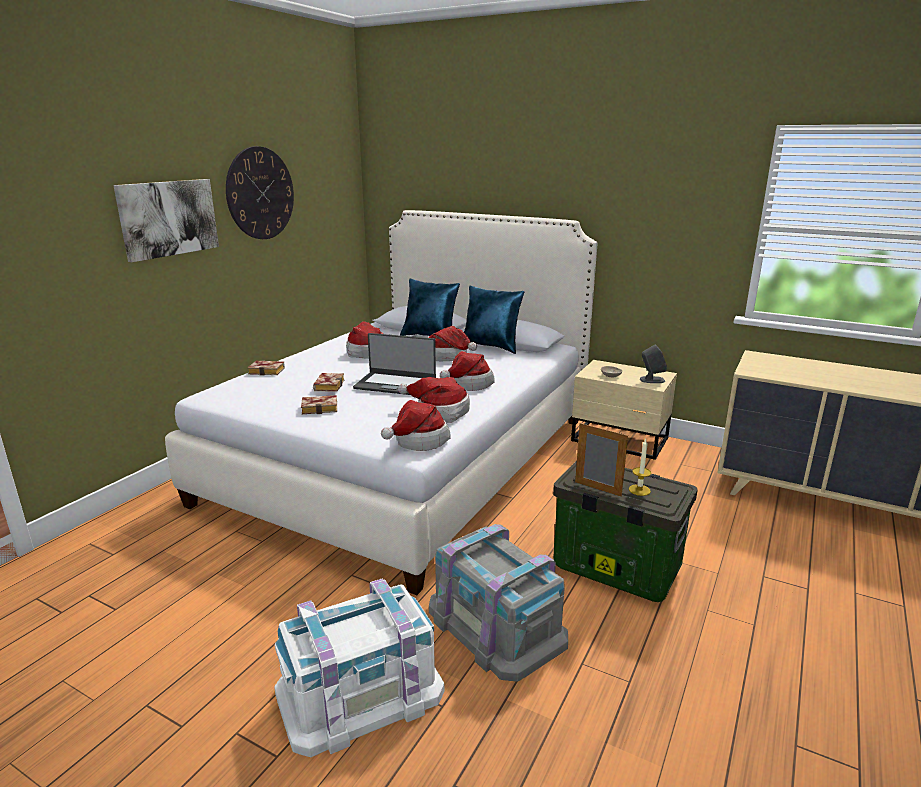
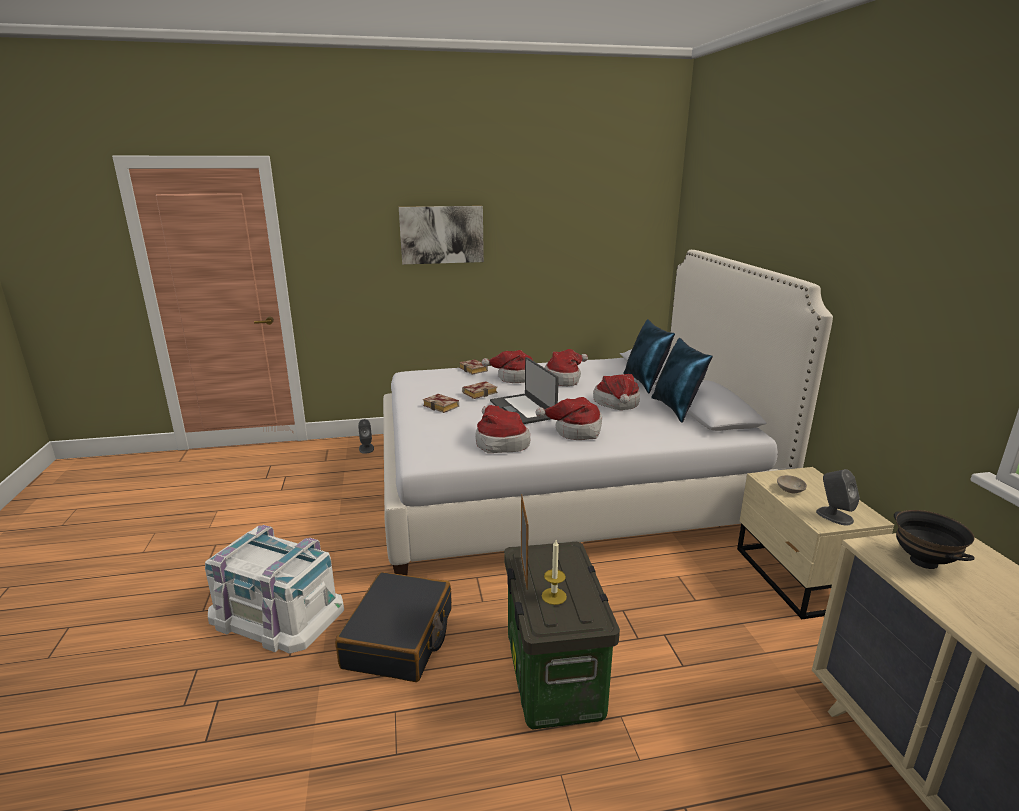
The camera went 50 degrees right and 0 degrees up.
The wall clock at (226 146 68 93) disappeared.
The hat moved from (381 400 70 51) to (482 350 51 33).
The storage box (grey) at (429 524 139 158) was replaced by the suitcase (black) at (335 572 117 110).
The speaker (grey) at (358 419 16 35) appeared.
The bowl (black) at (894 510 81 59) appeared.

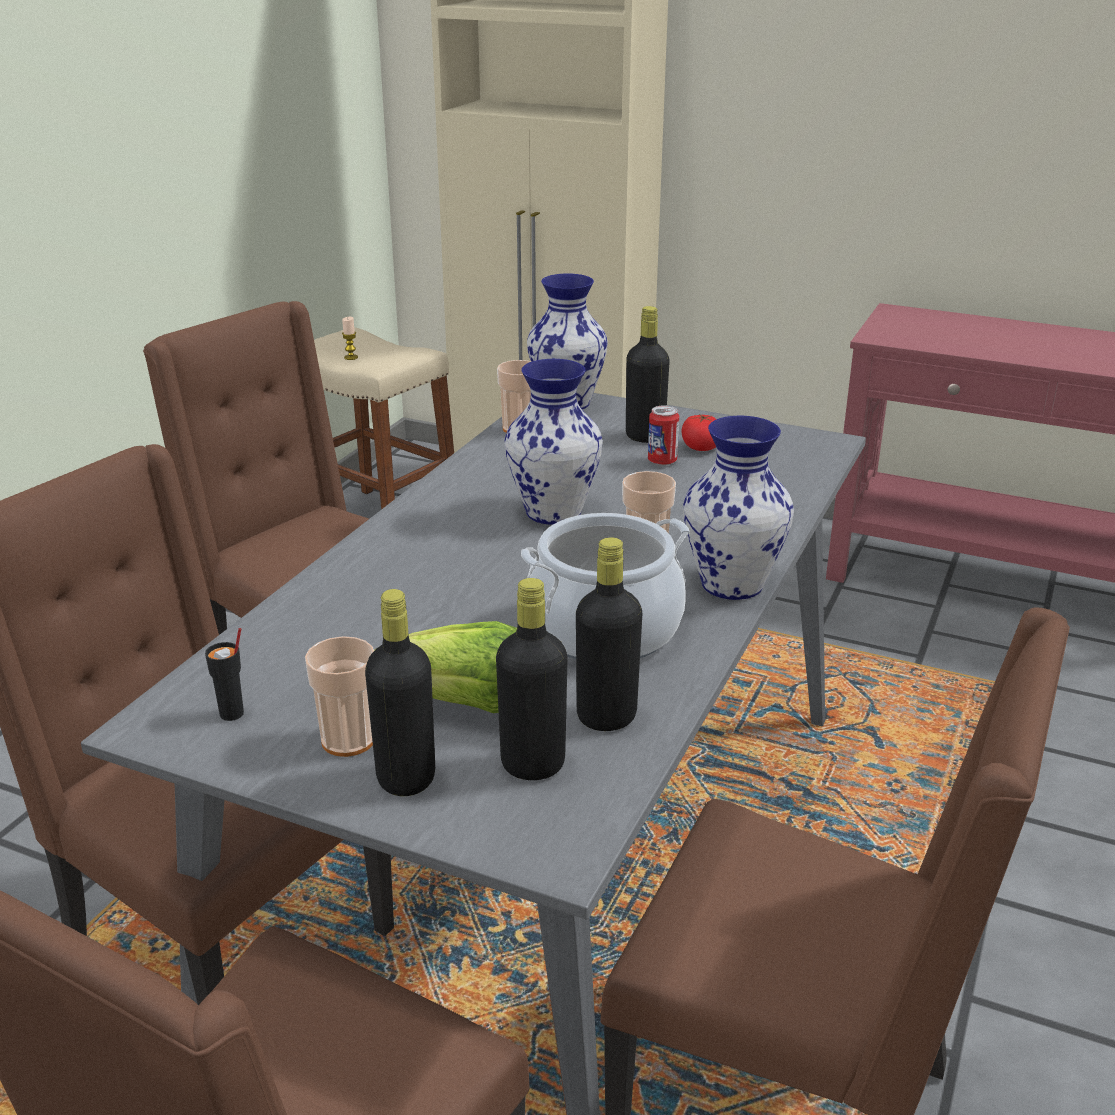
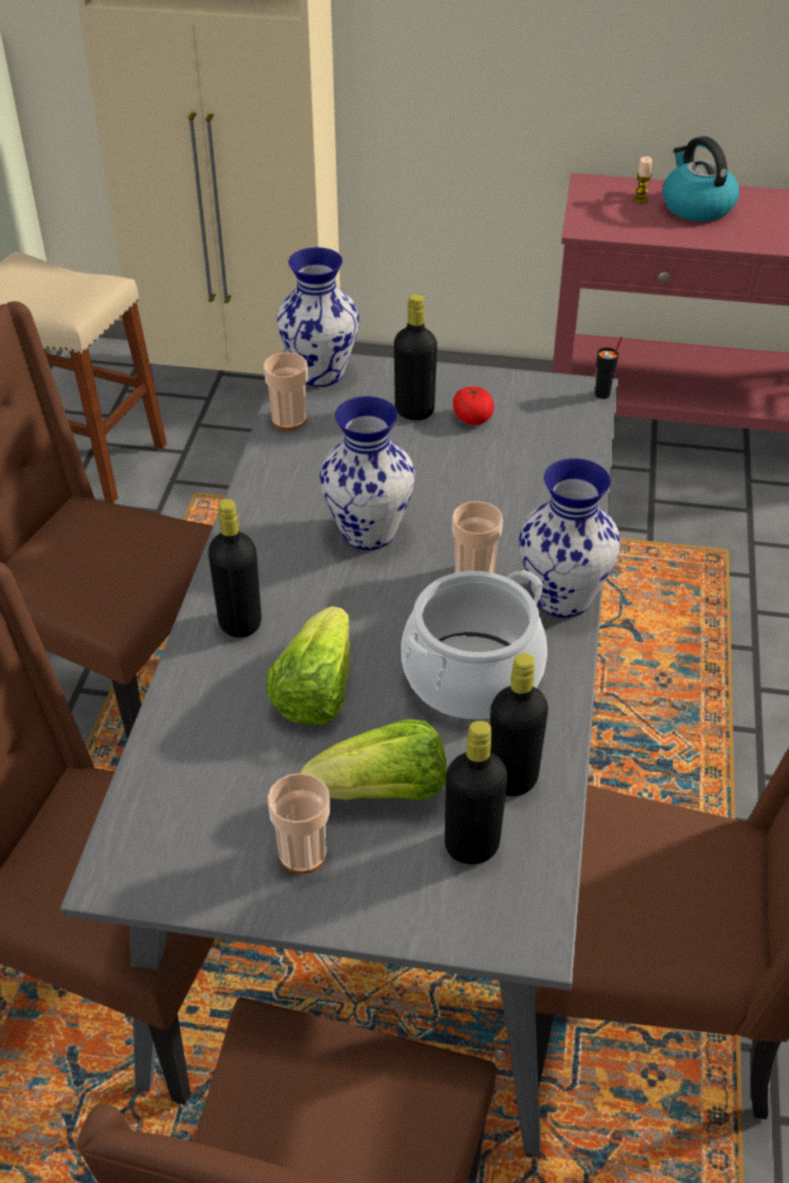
The camera went 15 degrees left and 15 degrees up.
The cup (black) moved from (205 628 39 93) to (595 337 27 62).
The candle moved from (342 317 16 43) to (634 156 18 47).
The bottle (black) moved from (365 589 70 207) to (208 499 53 139).
The can at (648 406 31 60) disappeared.
The lettuce at (266 606 84 119) appeared.
The kettle at (663 136 76 86) appeared.

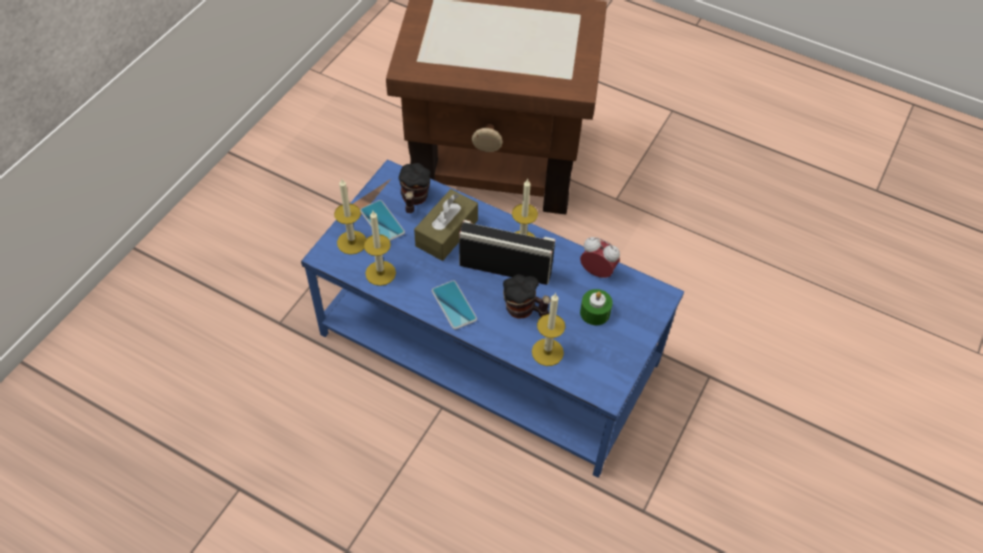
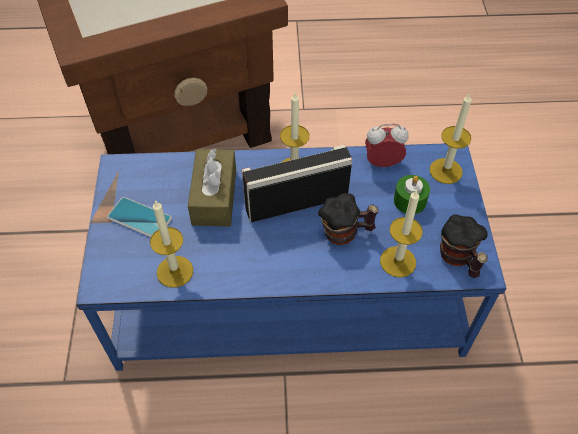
The camera went 30 degrees left and 0 degrees up.
The candle moved from (334 179 32 76) to (430 93 42 91).
The mug moved from (398 163 33 50) to (440 215 48 63).
The phone at (432 280 45 49) disappeared.

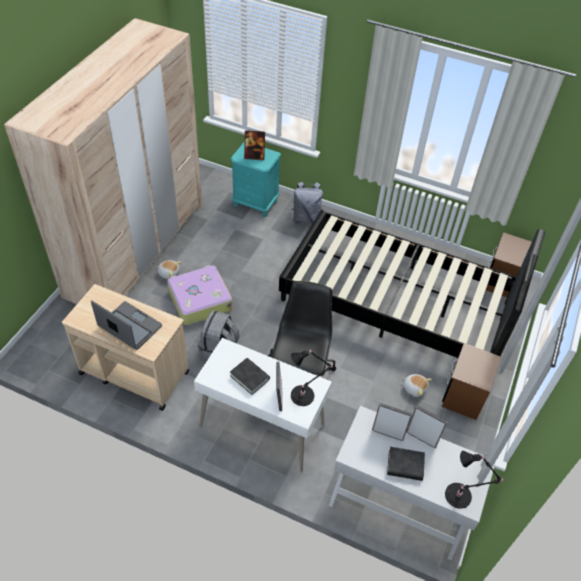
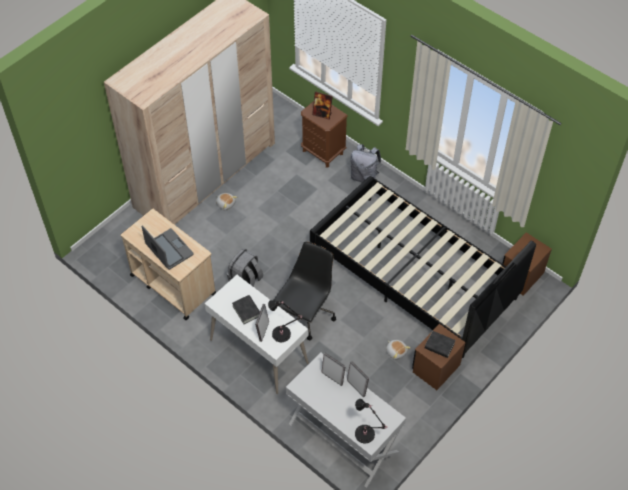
The camera went 20 degrees right and 5 degrees up.
The suitcase at (167 265 65 60) disappeared.
The nightstand (turquoise) at (231 142 50 75) became the nightstand (brown) at (301 101 47 66).
The book (black) moved from (387 447 38 34) to (425 331 31 27).

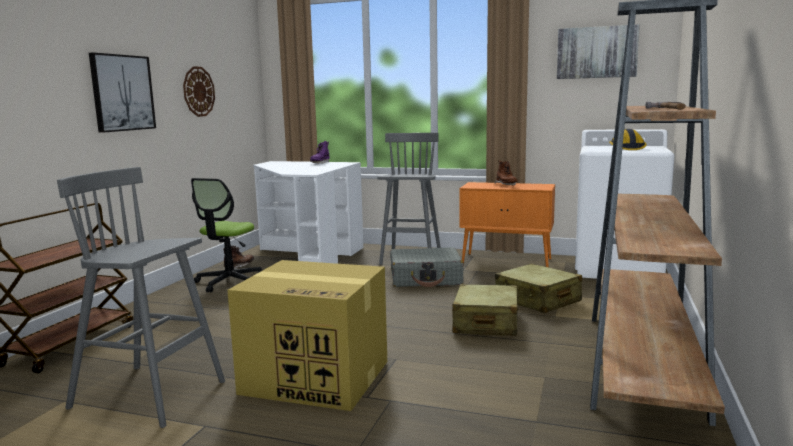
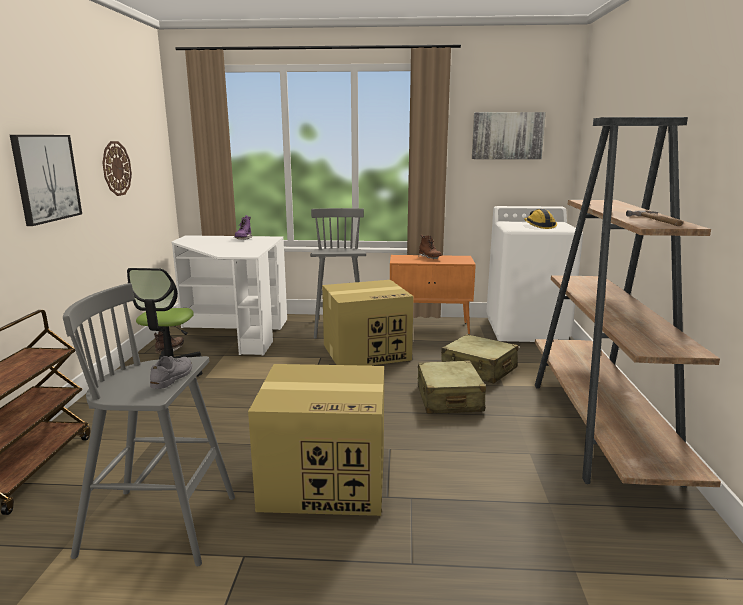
The camera went 15 degrees left and 5 degrees up.
The suitcase (grey) at (390 247 73 40) was replaced by the cardboard box at (322 280 92 86).
The shoe (grey) at (150 356 42 33) appeared.

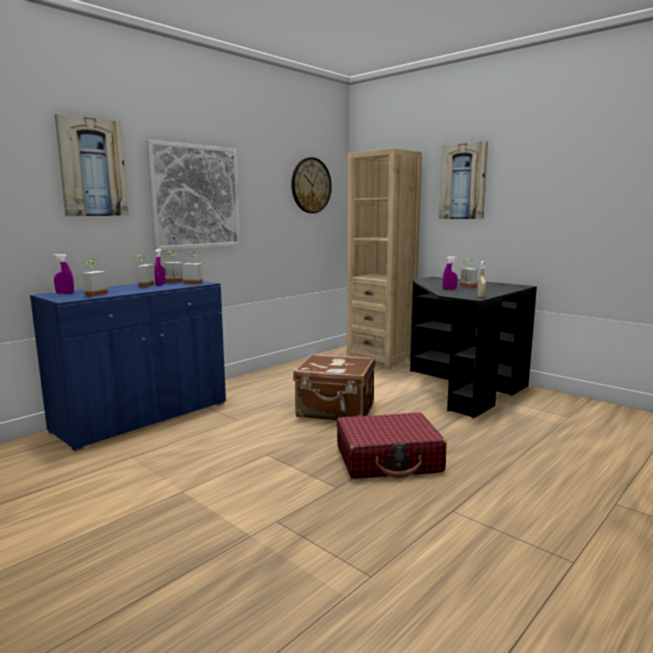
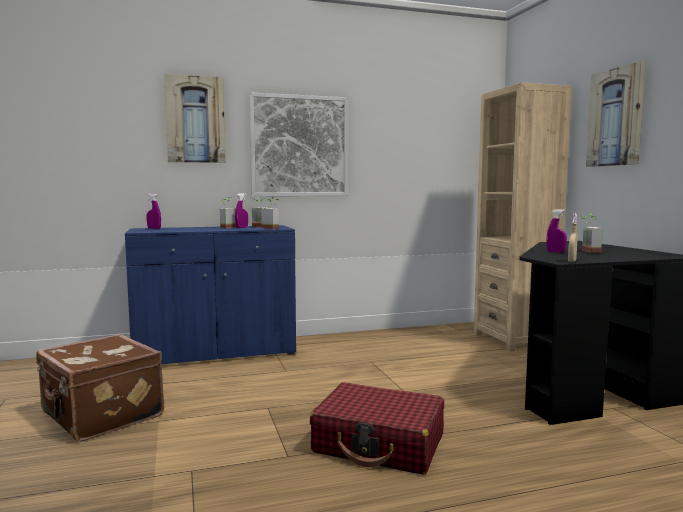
The camera went 30 degrees right and 5 degrees down.
The potted plant at (83 258 25 39) disappeared.
The wall clock at (291 157 41 56) disappeared.
The suitcase (brown) moved from (293 353 82 67) to (36 334 128 108).

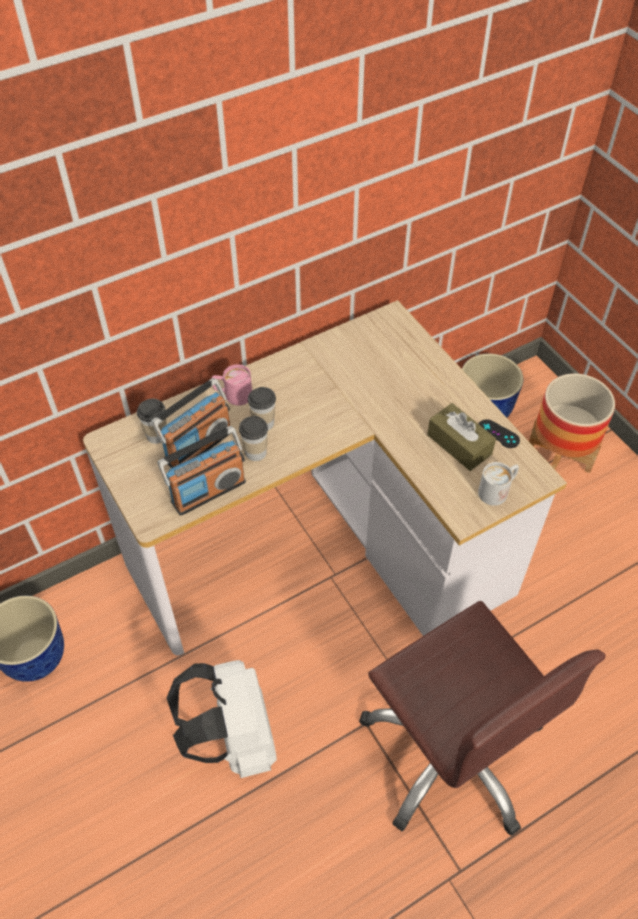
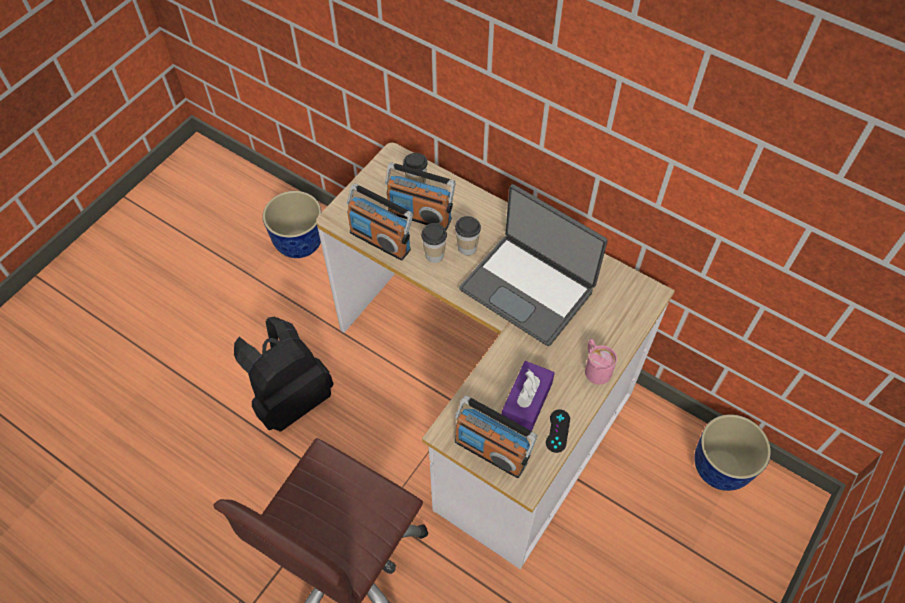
The camera went 65 degrees right and 5 degrees up.
The backpack (white) at (167 660 110 118) became the backpack (black) at (234 316 100 116).
The mug (pink) moved from (212 364 40 42) to (585 339 32 46).
The tissue box (brown) at (427 403 69 68) became the tissue box (purple) at (502 361 53 70).
The mug (white) at (478 462 41 44) was replaced by the radio at (455 396 82 82).
The planter at (529 373 86 100) disappeared.
The laptop at (459 184 149 162) appeared.

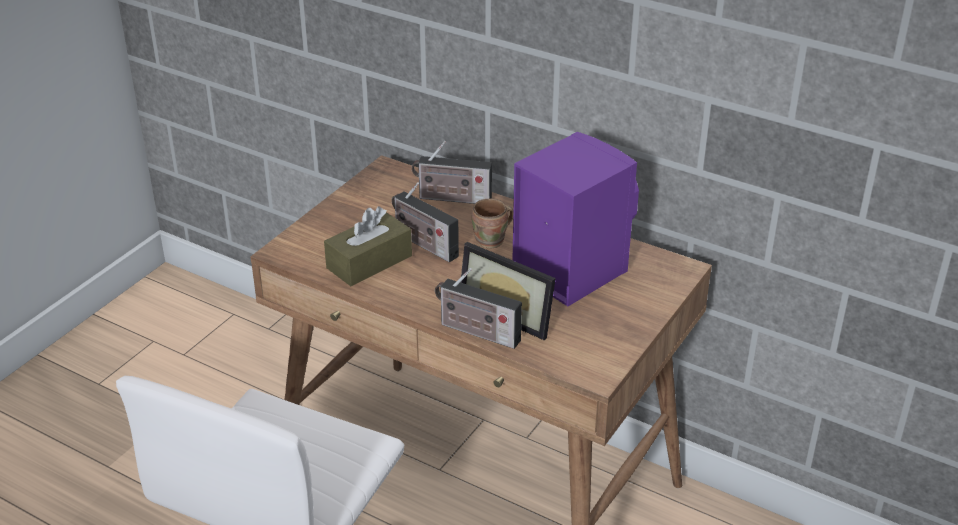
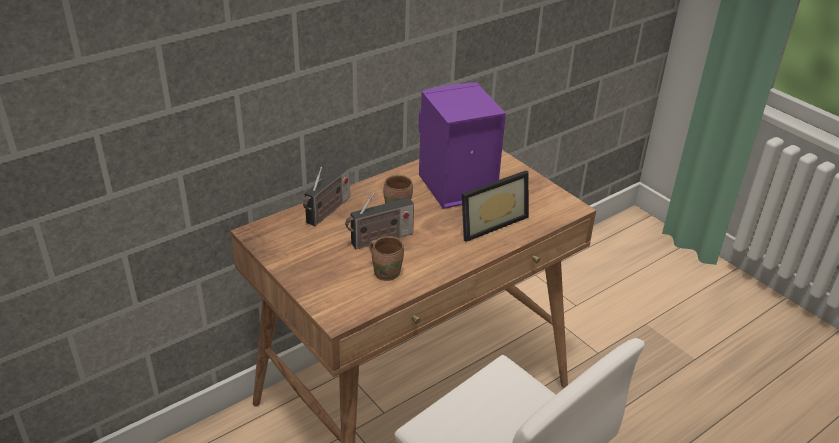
The camera went 70 degrees left and 0 degrees up.
The tissue box (brown) at (324 207 88 79) was replaced by the mug (brown) at (369 236 35 45).
The radio at (435 268 87 81) disappeared.

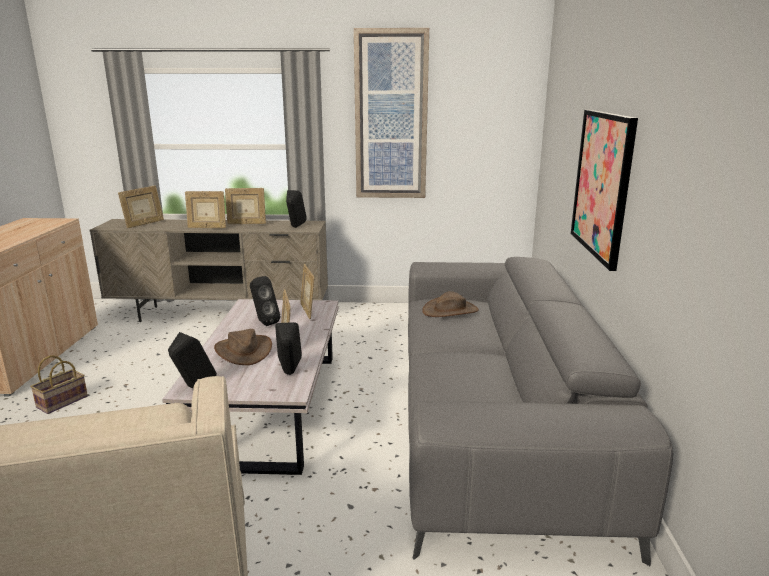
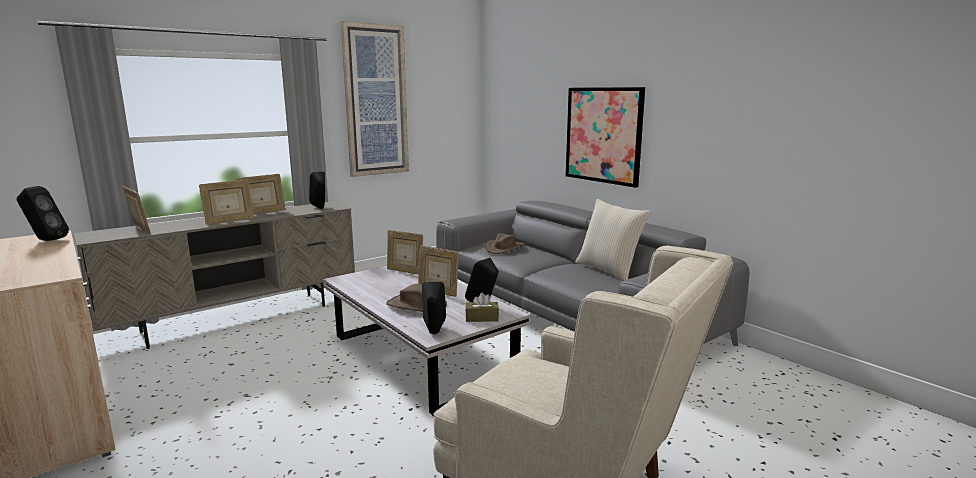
The camera went 40 degrees left and 5 degrees down.
The basket at (30 355 58 59) disappeared.
The picture frame at (118 186 46 42) turned 45 degrees counterclockwise.
The speaker (black) moved from (250 276 30 50) to (17 186 52 55).
The tissue box (brown) at (465 293 34 29) appeared.
The pillow (beige) at (575 199 76 82) appeared.

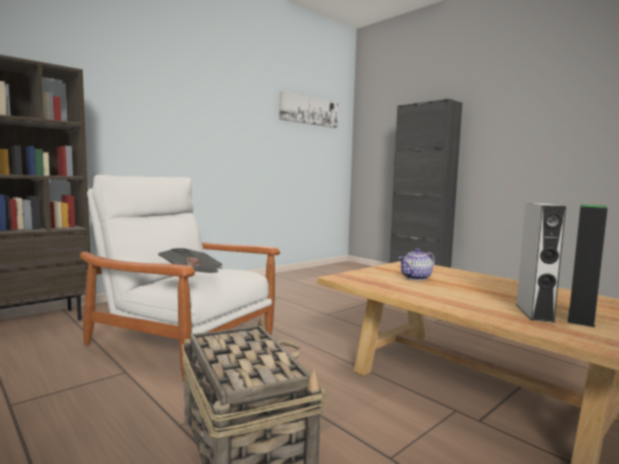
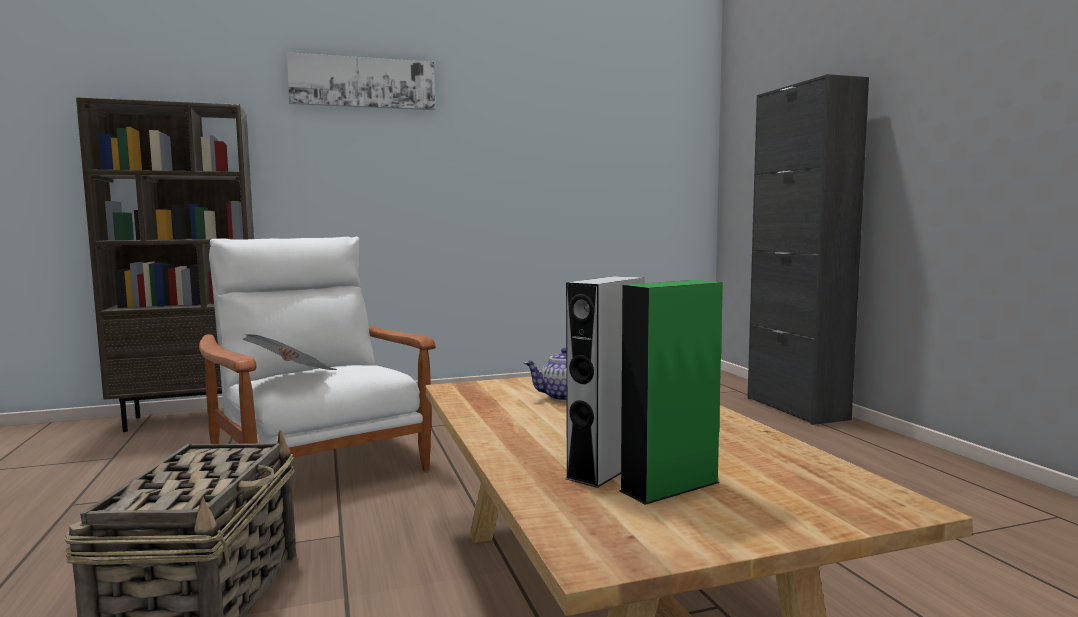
The camera went 25 degrees right and 0 degrees up.
The picture moved from (279 91 59 37) to (287 52 148 58).

